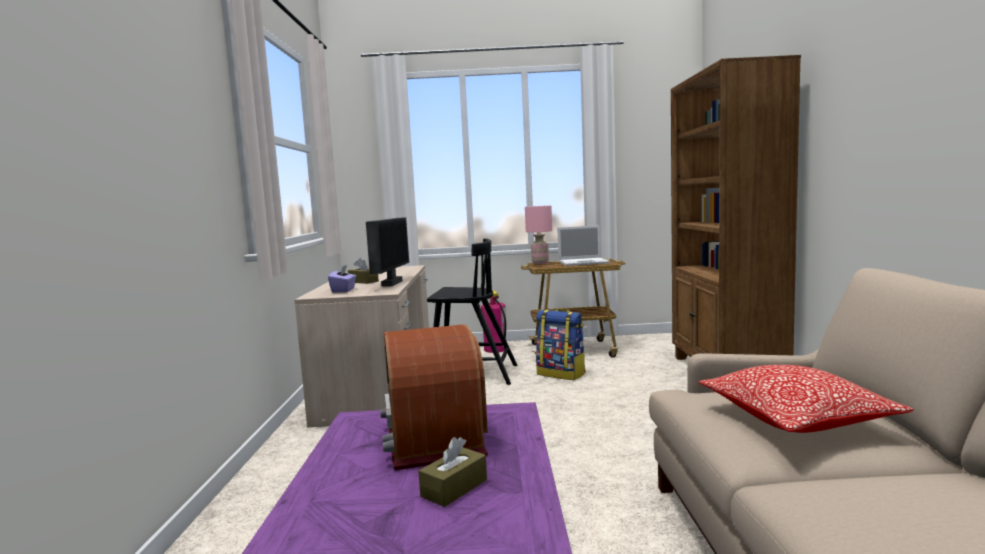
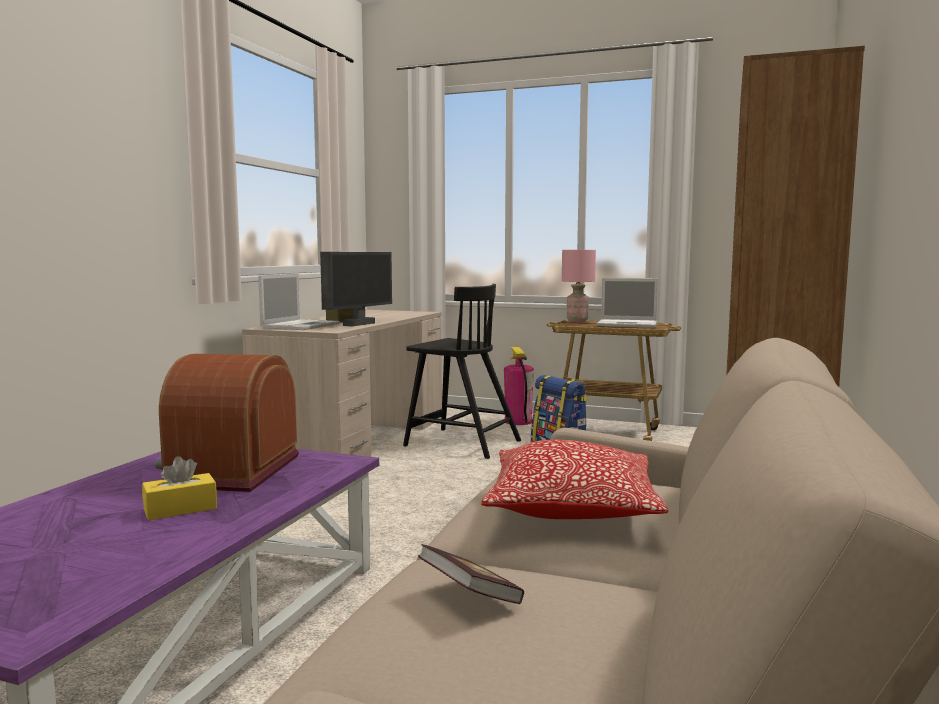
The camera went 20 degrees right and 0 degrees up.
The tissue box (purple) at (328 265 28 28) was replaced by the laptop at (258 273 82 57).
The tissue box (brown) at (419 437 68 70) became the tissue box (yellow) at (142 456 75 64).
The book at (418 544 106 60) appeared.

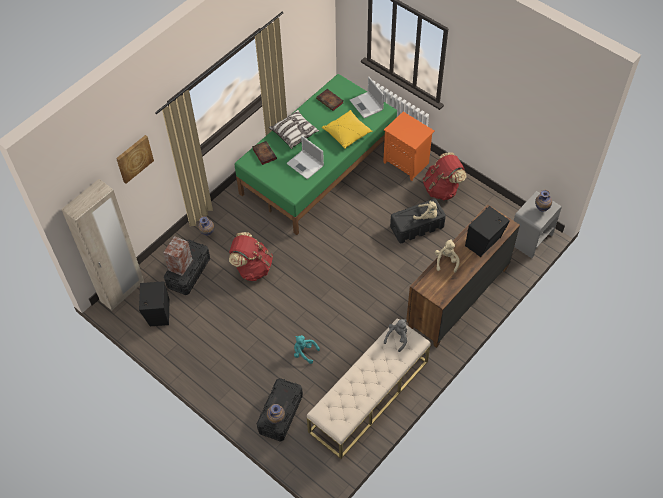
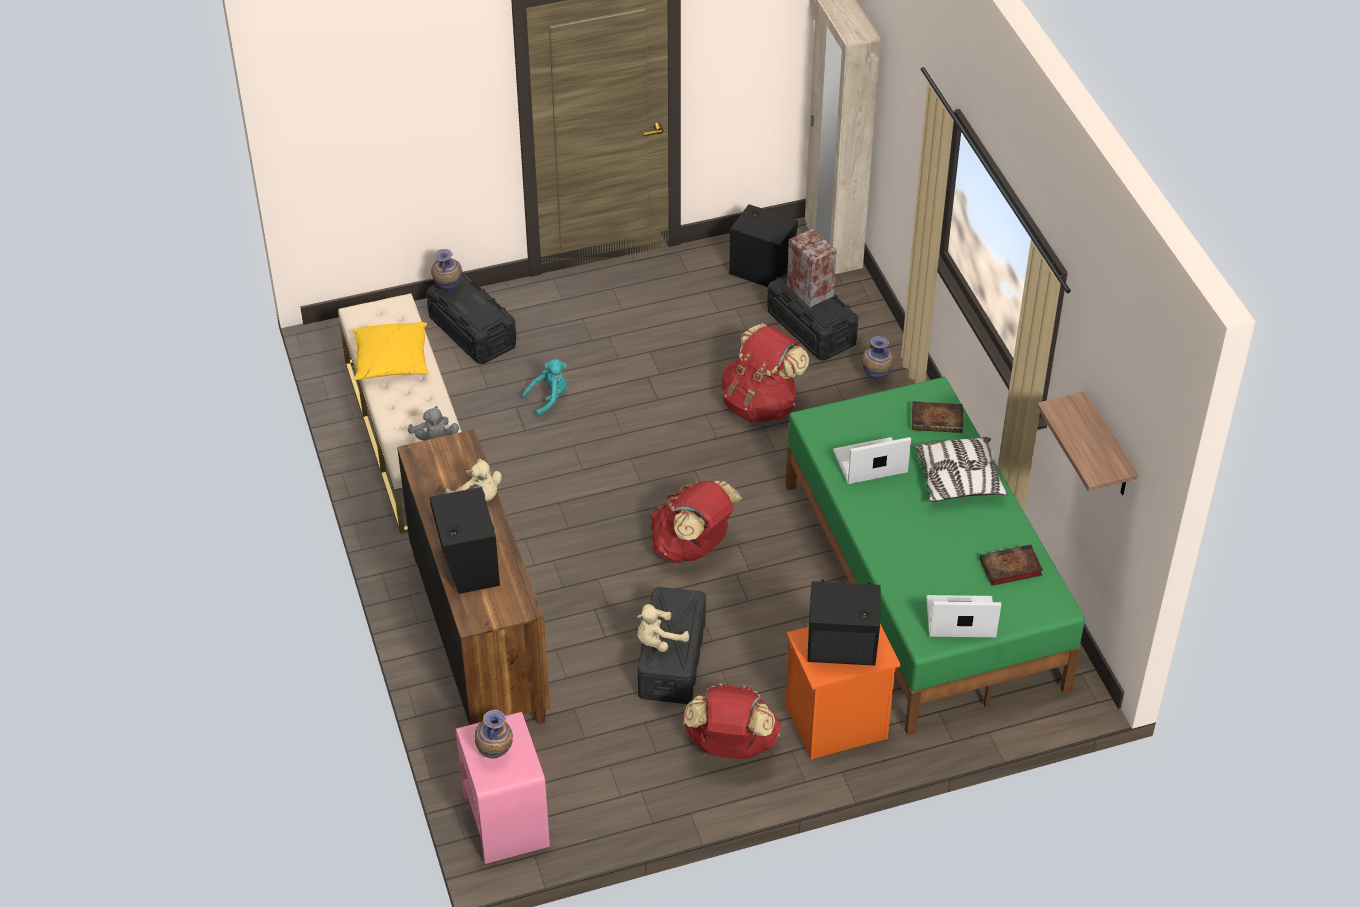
The camera went 120 degrees right and 10 degrees down.
The picture at (116 135 38 49) disappeared.
The pillow (yellow) moved from (322 110 50 39) to (352 322 77 58).
The nightstand (grey) at (514 191 48 67) became the nightstand (pink) at (455 712 95 152).
The backpack (red) at (650 481 92 82) appeared.
The speaker (black) at (807 579 74 87) appeared.
The shelf at (1037 391 101 104) appeared.

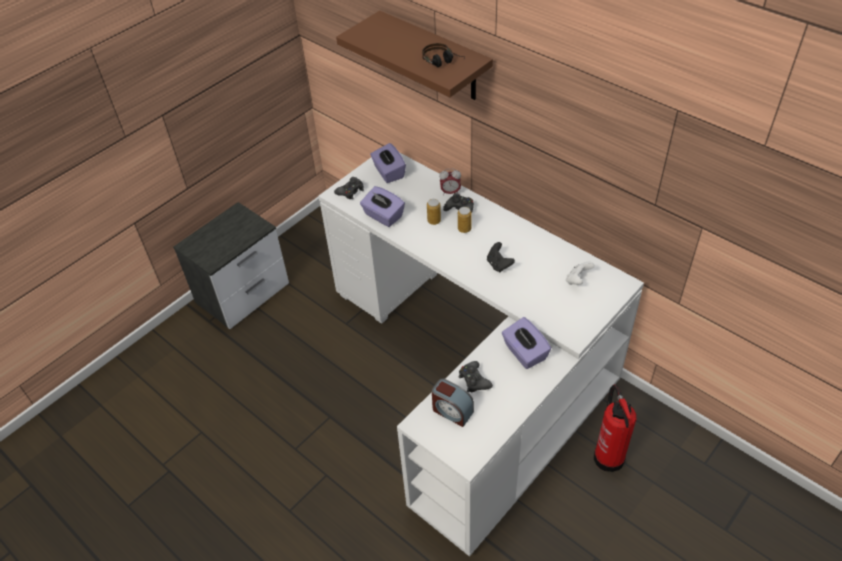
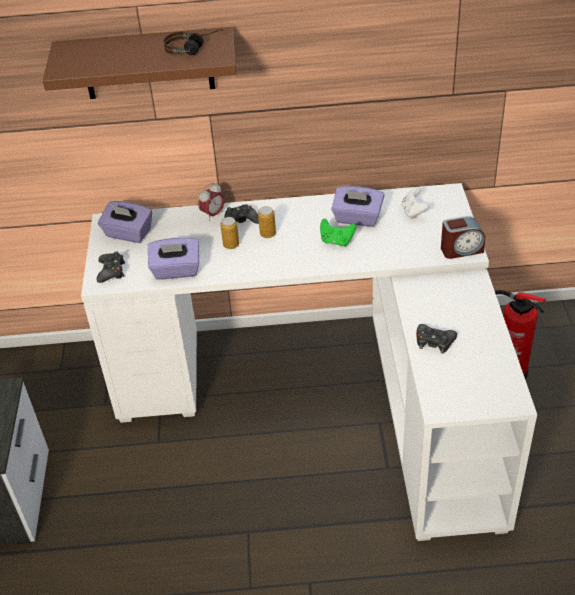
The camera went 45 degrees left and 5 degrees down.
The alarm clock moved from (432 378 42 49) to (441 216 44 43).
The game controller (black) at (487 242 28 30) became the game controller (green) at (320 218 36 29).
The tissue box (purple) moved from (501 317 50 52) to (331 186 53 41).

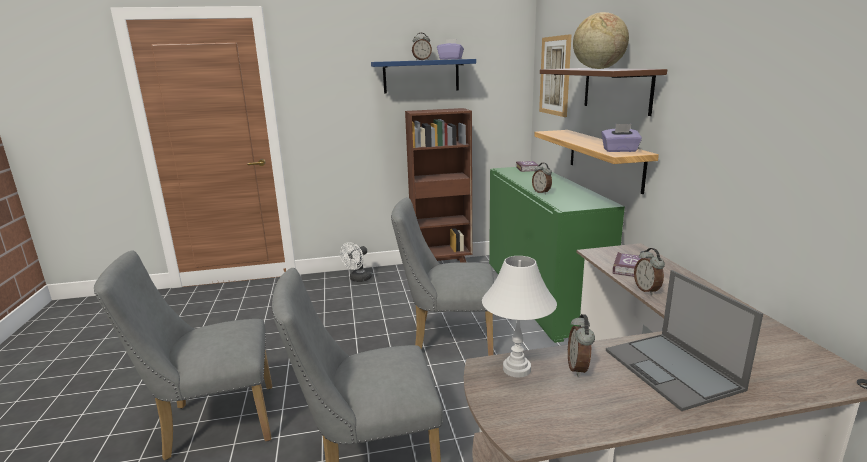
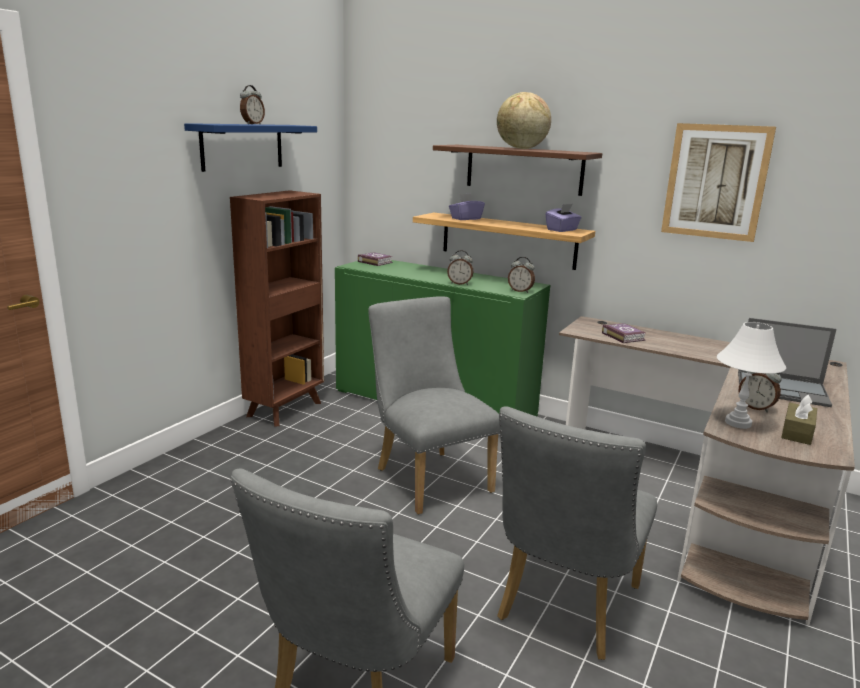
The camera went 50 degrees left and 0 degrees up.
The fan (white) at (340 242 32 40) disappeared.
The chair (grey) at (391 197 103 159) turned 105 degrees clockwise.
The tissue box (purple) moved from (437 39 27 21) to (449 194 36 26).
The picture moved from (539 34 33 83) to (661 123 115 119).
The alarm clock moved from (634 248 31 47) to (508 257 27 36).
The tissue box (brown) at (781 395 36 50) appeared.

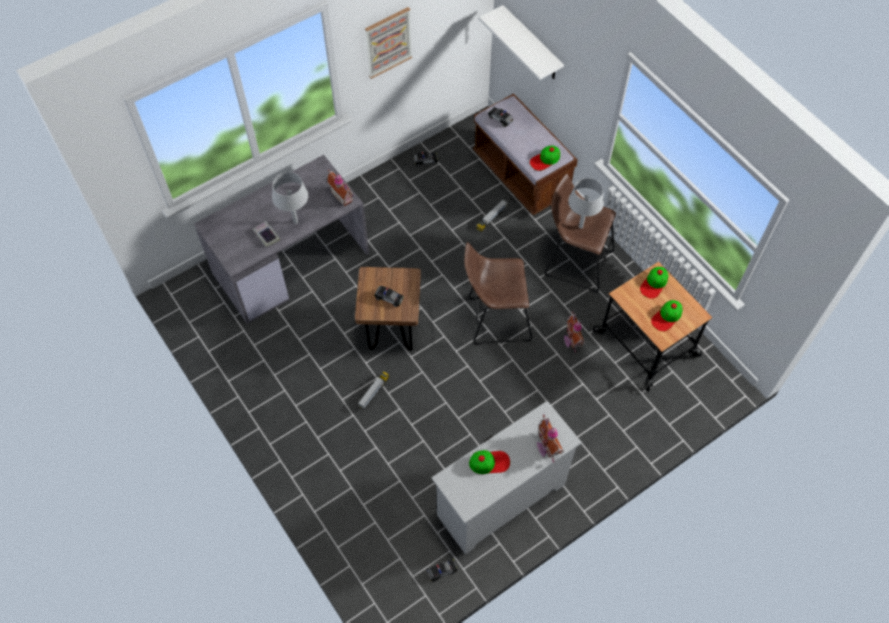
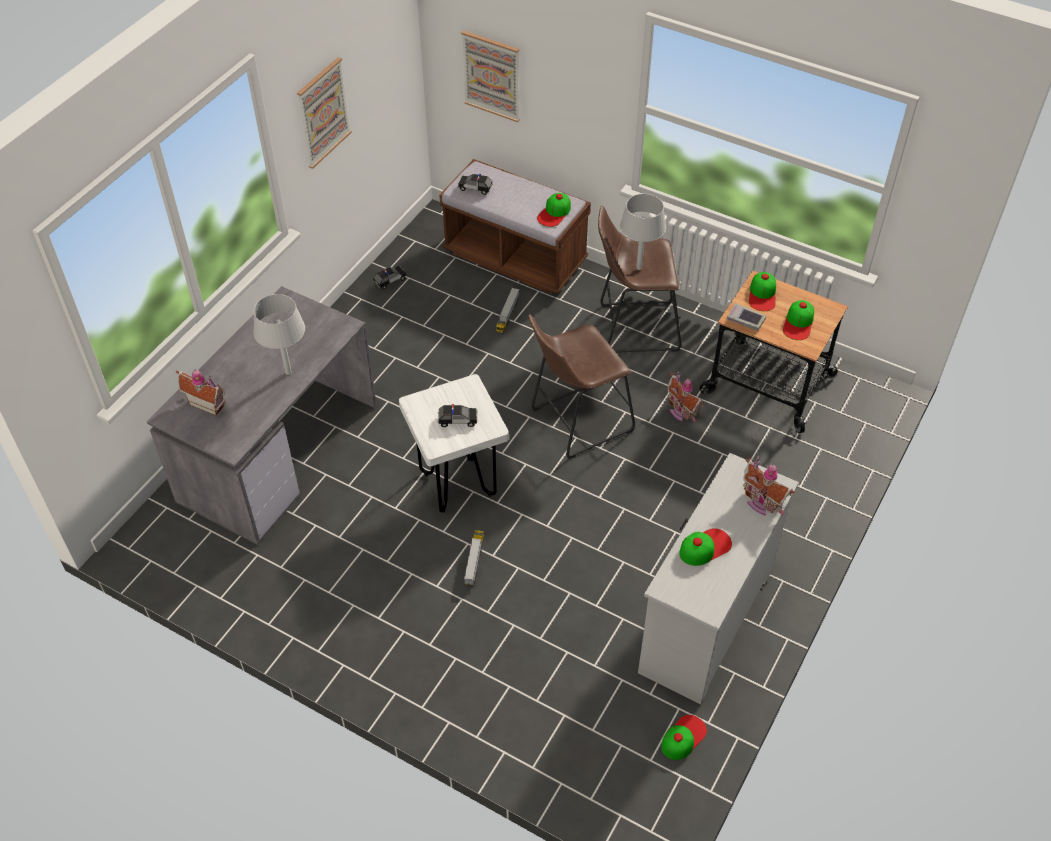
The camera went 25 degrees left and 10 degrees down.
The book moved from (253 221 27 26) to (727 303 39 28).
The toy house moved from (327 169 26 38) to (176 369 50 46).
The stool (brown) at (355 267 66 84) became the stool (white) at (399 374 110 139).
The toy car at (426 559 32 23) was replaced by the cap at (661 715 46 45).
The shelf (white) at (479 5 85 75) was replaced by the picture at (461 31 59 91).

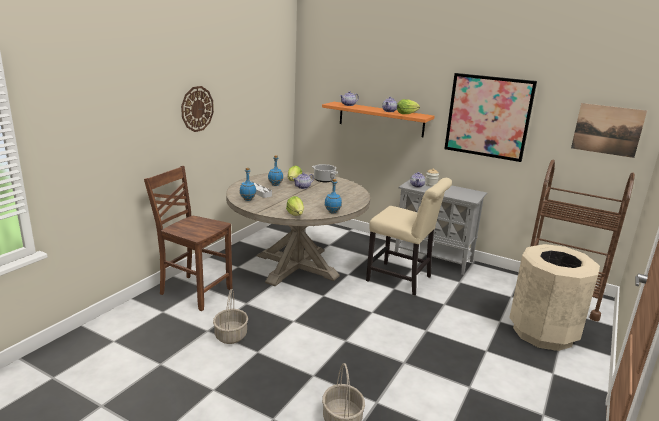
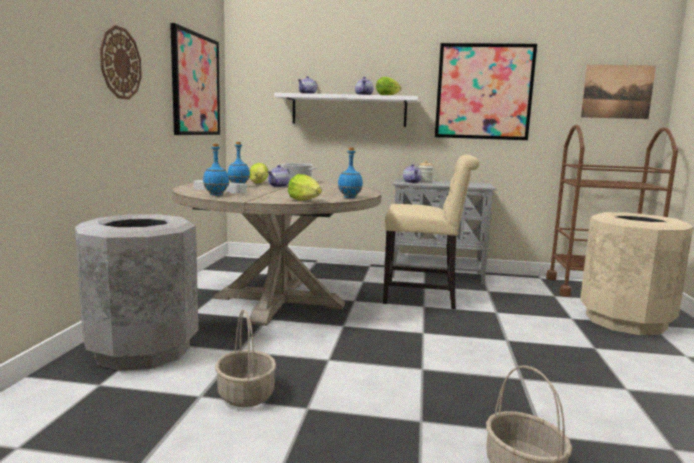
The camera went 20 degrees left and 10 degrees down.
The chair (brown) at (144 166 88 145) was replaced by the trash can (grey) at (75 214 124 157).
The shelf (orange) at (322 102 112 35) became the shelf (white) at (274 93 144 34).
The picture at (170 23 50 112) appeared.

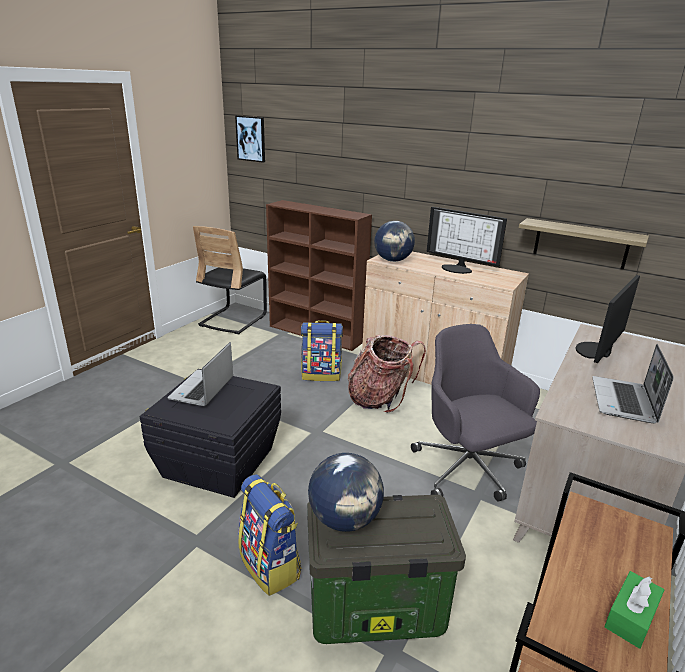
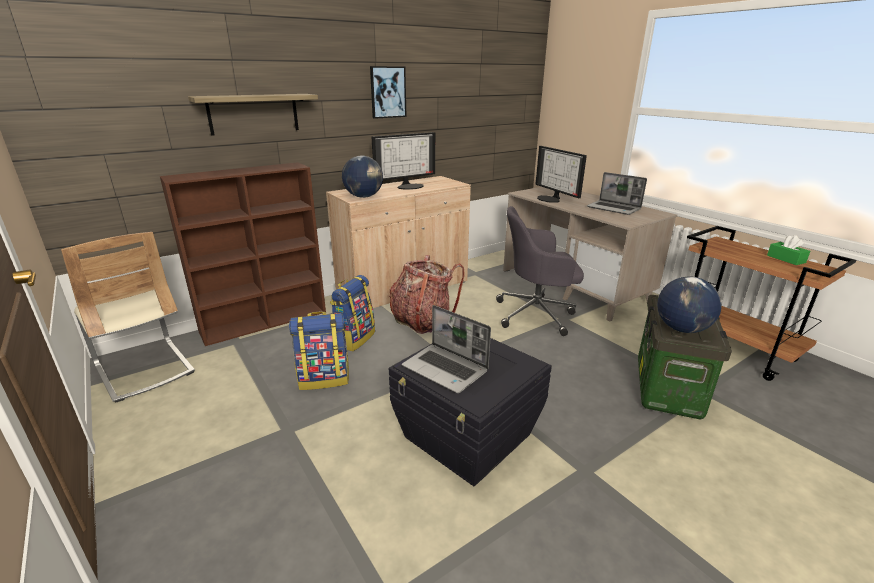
The camera went 65 degrees left and 0 degrees up.
The chair (black) at (193 226 74 108) became the chair (beige) at (61 232 134 171).
The picture moved from (235 115 30 48) to (370 66 36 53).
The backpack moved from (238 474 63 122) to (289 311 60 79).
The shelf moved from (519 218 130 51) to (188 94 130 42).

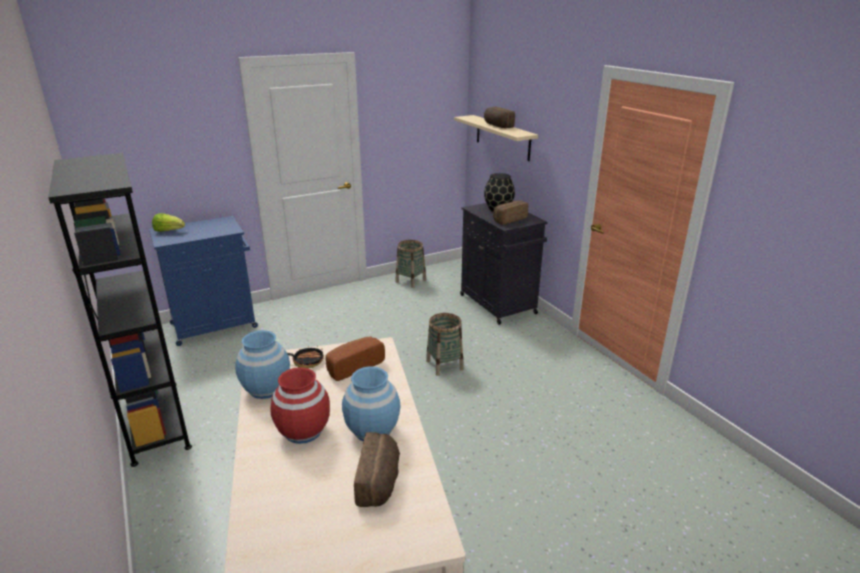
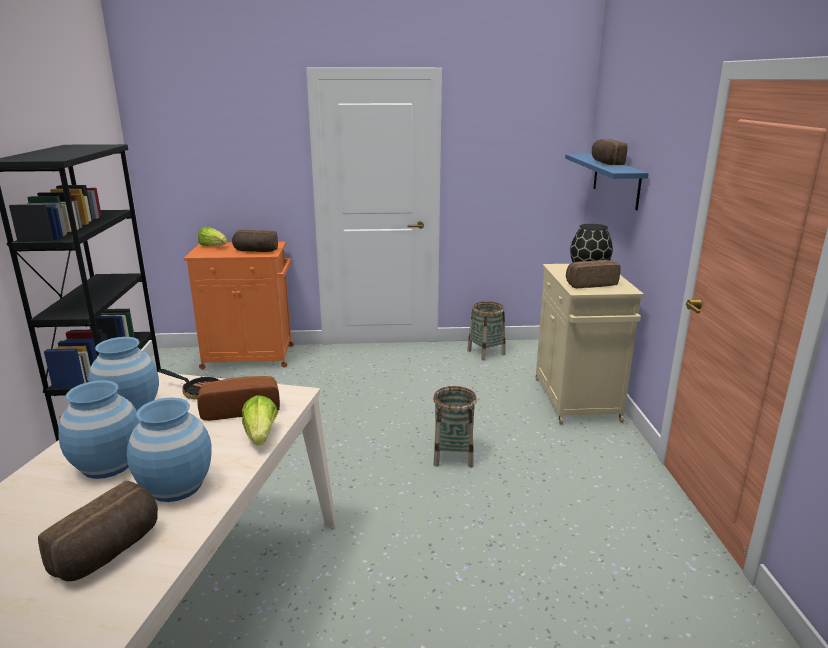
The camera went 25 degrees right and 5 degrees down.
The cabinet (blue) at (149 216 109 130) became the cabinet (orange) at (184 242 110 128).
The vase (red) at (270 367 60 77) became the vase (blue) at (58 380 82 99).
The shelf (beige) at (454 115 84 46) became the shelf (blue) at (565 154 84 56).
The cabinet (black) at (460 203 88 122) became the cabinet (beige) at (535 264 109 161).
The bread at (232 230 46 22) appeared.
The lettuce at (242 395 36 50) appeared.

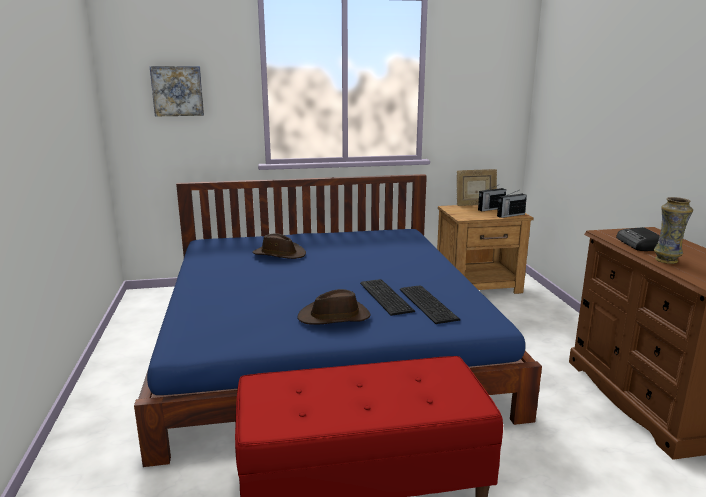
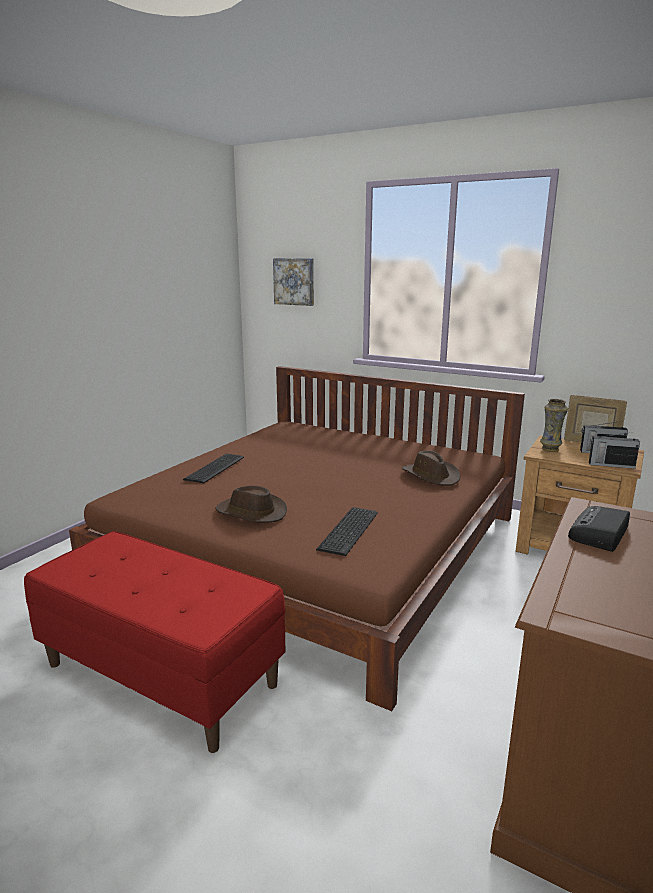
The camera went 40 degrees right and 0 degrees up.
The bed (blue) at (134 174 408 293) became the bed (brown) at (69 366 456 345).
The hat (brown) moved from (252 233 54 26) to (402 451 58 35).
The keyboard moved from (360 279 55 37) to (183 454 61 29).
The vase moved from (654 197 39 67) to (540 399 28 53).

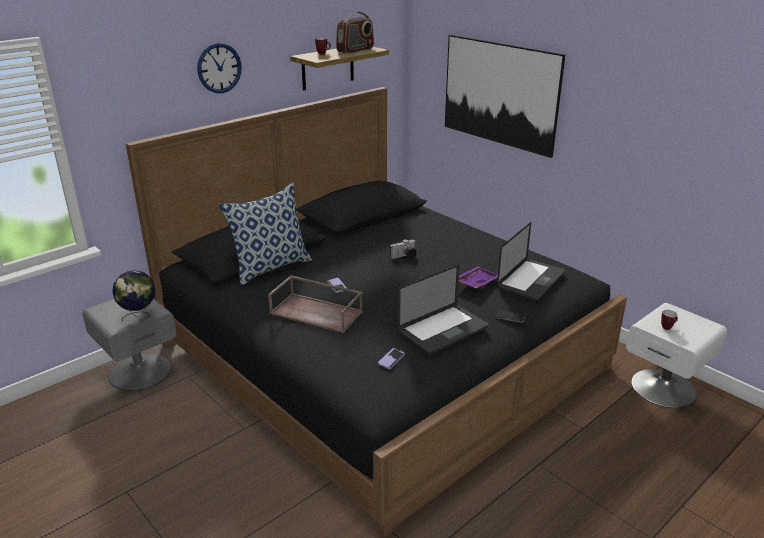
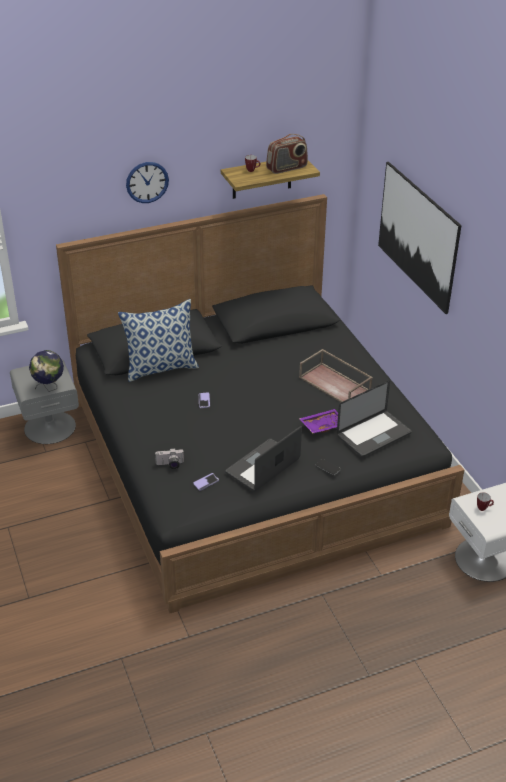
The camera went 20 degrees right and 10 degrees up.
The tray (brown) moved from (268 275 95 58) to (299 349 74 53).
The photo camera moved from (390 239 27 20) to (155 448 29 21).
The laptop at (397 265 92 90) turned 150 degrees clockwise.

